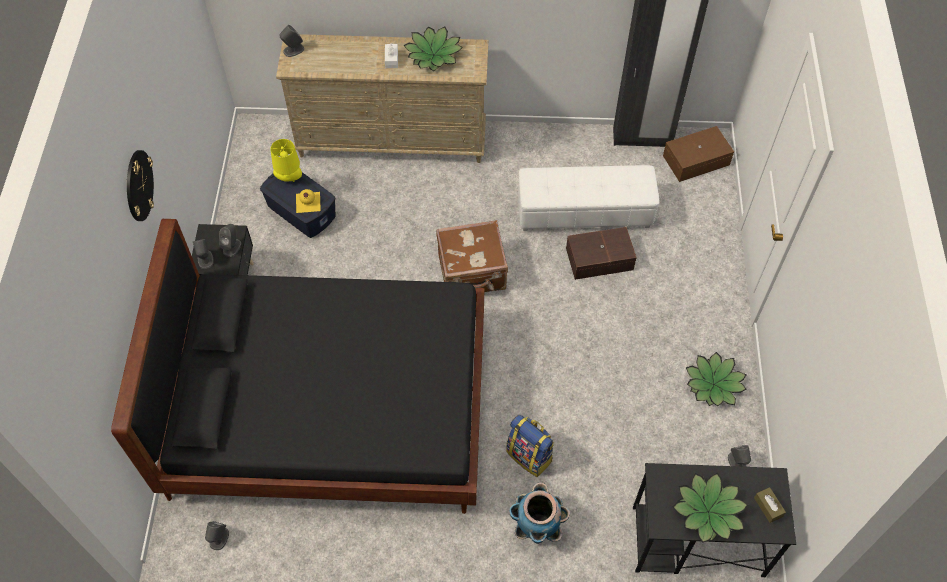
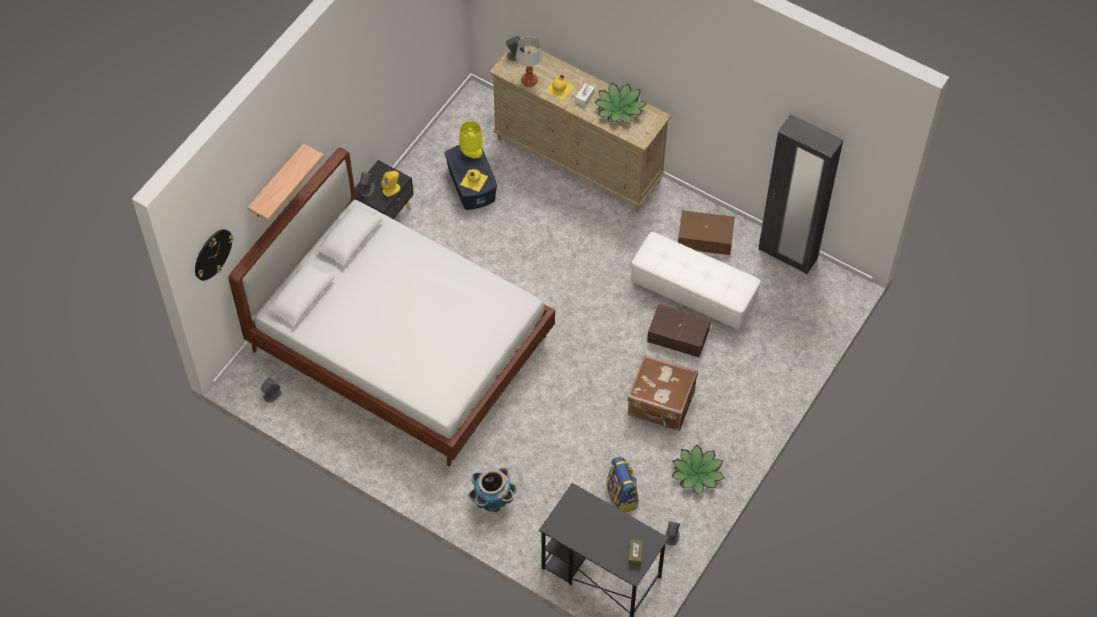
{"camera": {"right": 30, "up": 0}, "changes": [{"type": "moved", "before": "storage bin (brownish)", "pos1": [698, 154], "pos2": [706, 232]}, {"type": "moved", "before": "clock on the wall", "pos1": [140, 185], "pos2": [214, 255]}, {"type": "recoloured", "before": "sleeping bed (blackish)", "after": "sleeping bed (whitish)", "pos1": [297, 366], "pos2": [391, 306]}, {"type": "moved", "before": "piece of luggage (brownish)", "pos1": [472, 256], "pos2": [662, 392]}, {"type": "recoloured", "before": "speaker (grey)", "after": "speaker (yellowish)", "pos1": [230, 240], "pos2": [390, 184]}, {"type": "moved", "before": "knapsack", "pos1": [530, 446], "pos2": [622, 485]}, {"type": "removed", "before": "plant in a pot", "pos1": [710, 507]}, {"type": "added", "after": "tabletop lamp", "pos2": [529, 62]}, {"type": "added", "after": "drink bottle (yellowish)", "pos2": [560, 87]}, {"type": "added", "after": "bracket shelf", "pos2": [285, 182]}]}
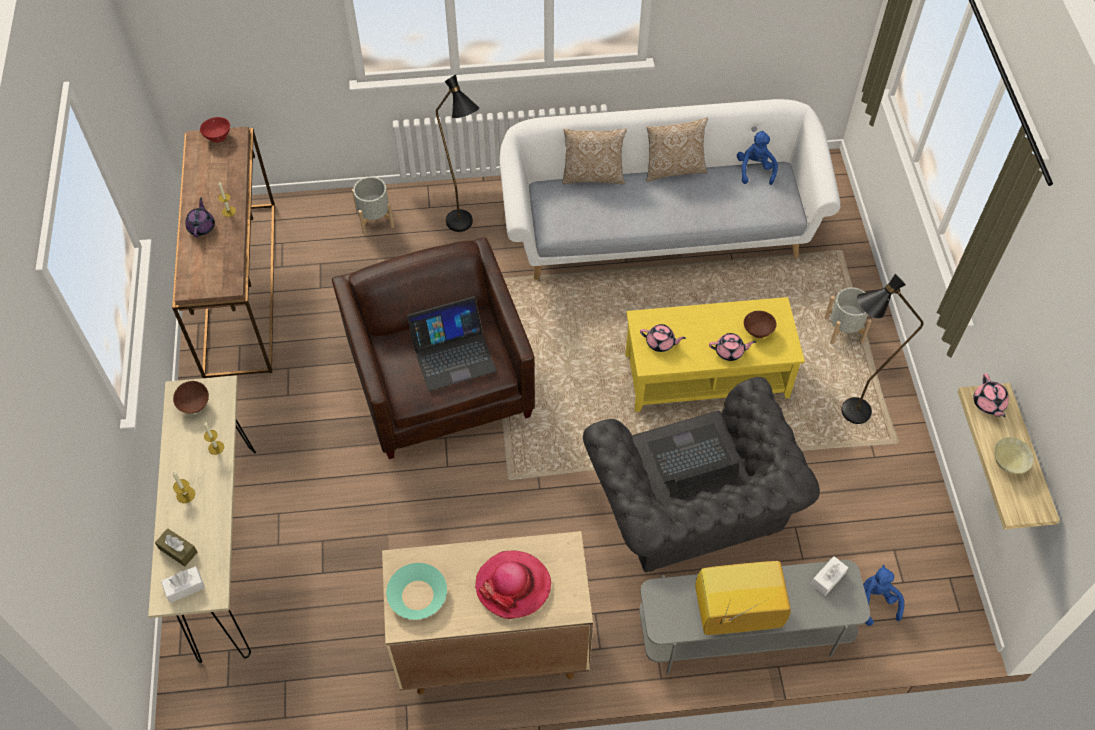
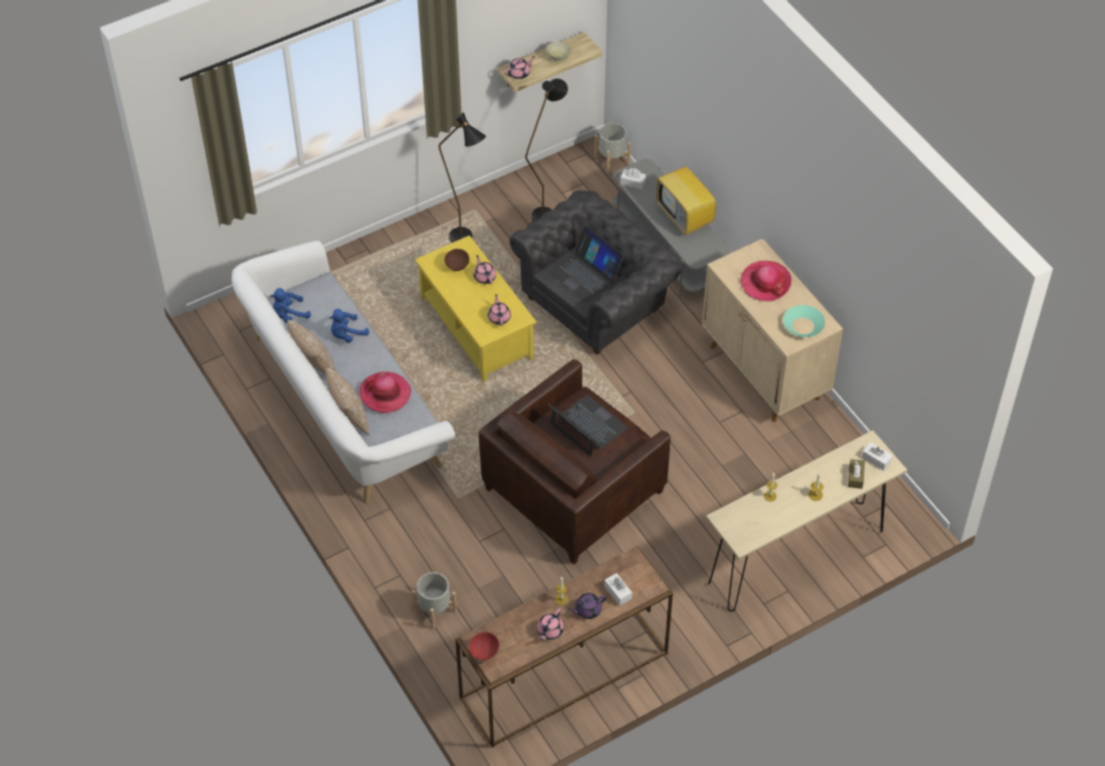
{"camera": {"right": -115, "up": -5}, "changes": [{"type": "moved", "before": "standard lamp (blackish)", "pos1": [457, 153], "pos2": [546, 150]}, {"type": "moved", "before": "flower pot (grey)", "pos1": [848, 315], "pos2": [613, 148]}, {"type": "removed", "before": "deep dish (brownish)", "pos1": [191, 397]}, {"type": "moved", "before": "cuddly toy (bluish)", "pos1": [883, 595], "pos2": [349, 326]}, {"type": "added", "after": "clothing hat", "pos2": [385, 392]}, {"type": "added", "after": "box of tissues (whitish)", "pos2": [618, 589]}, {"type": "added", "after": "pot for tea (pink)", "pos2": [550, 624]}]}
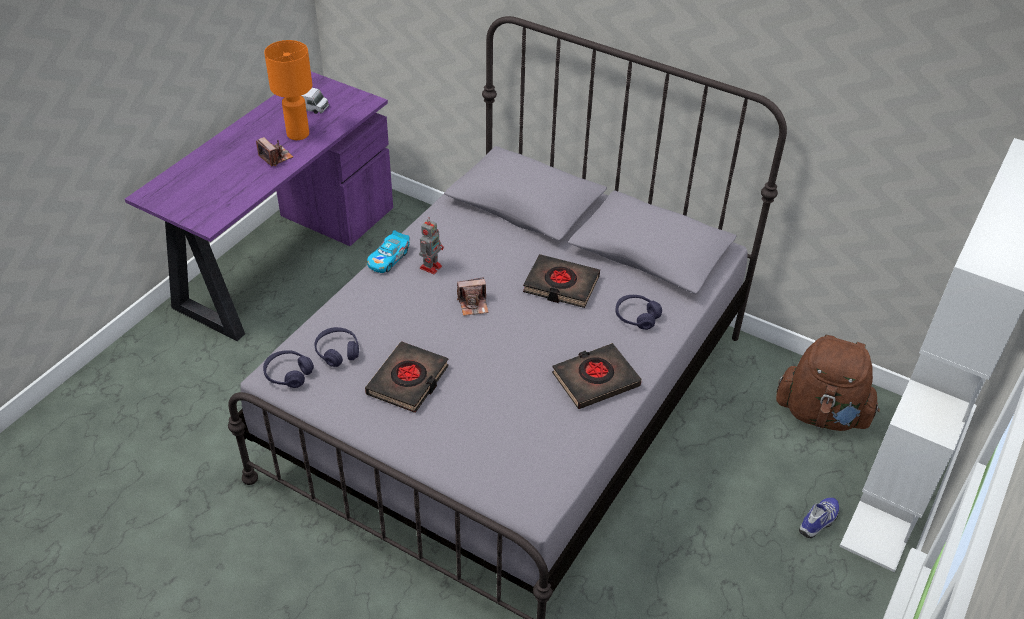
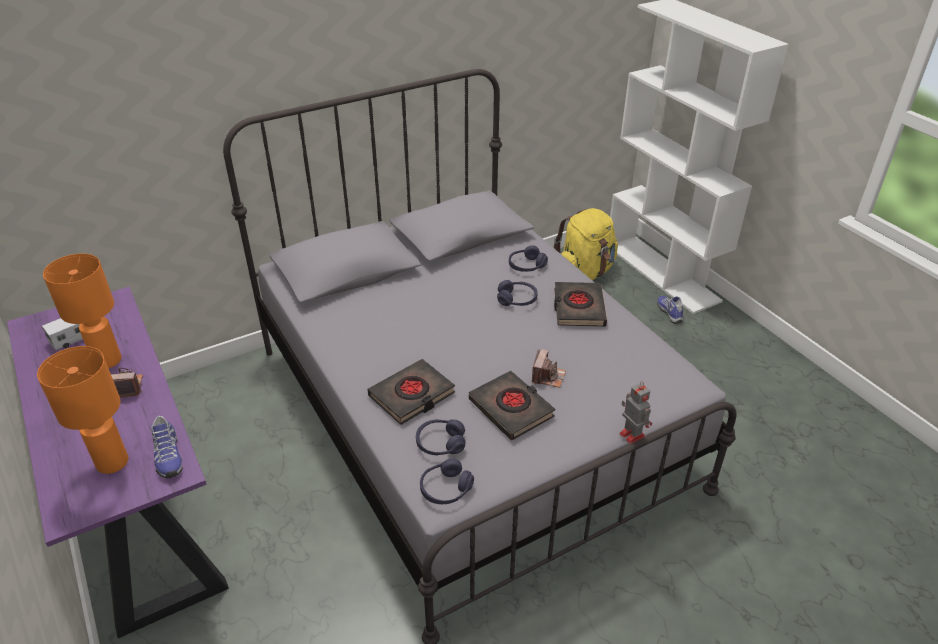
{"camera": {"right": -60, "up": -5}, "changes": [{"type": "moved", "before": "robot figure", "pos1": [431, 246], "pos2": [635, 412]}, {"type": "removed", "before": "model car", "pos1": [388, 251]}, {"type": "moved", "before": "book (blackish)", "pos1": [561, 281], "pos2": [411, 392]}, {"type": "moved", "before": "still camera", "pos1": [473, 296], "pos2": [549, 368]}, {"type": "recoloured", "before": "knapsack (brownish)", "after": "knapsack (yellowish)", "pos1": [828, 383], "pos2": [586, 244]}, {"type": "added", "after": "headphones (purple)", "pos2": [517, 293]}, {"type": "added", "after": "tabletop lamp (orangey)", "pos2": [82, 410]}, {"type": "added", "after": "low shoe", "pos2": [167, 447]}]}
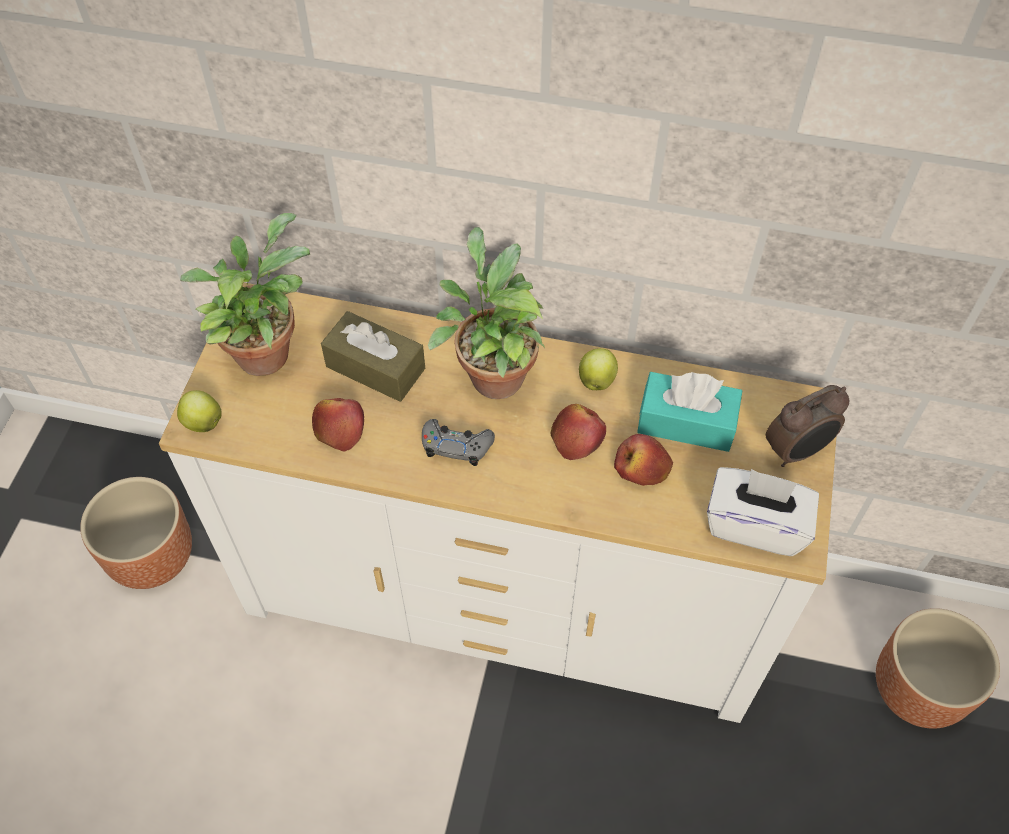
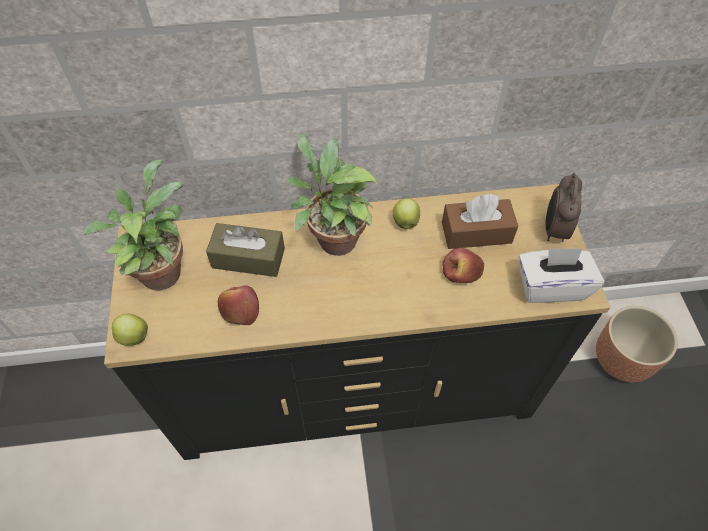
{"camera": {"right": -20, "up": 0}, "changes": [{"type": "recoloured", "before": "drawer chest (whitish)", "after": "drawer chest (blackish)", "pos1": [497, 502], "pos2": [357, 322]}, {"type": "recoloured", "before": "box of tissues (blue-green)", "after": "box of tissues (brownish)", "pos1": [689, 412], "pos2": [480, 221]}, {"type": "turned", "before": "bedside clock", "pos1": [807, 426], "pos2": [563, 207], "turn": 150}, {"type": "removed", "before": "apple fruit", "pos1": [578, 432]}, {"type": "removed", "before": "gamepad (grey)", "pos1": [458, 442]}, {"type": "removed", "before": "flower pot (brownish)", "pos1": [136, 533]}]}
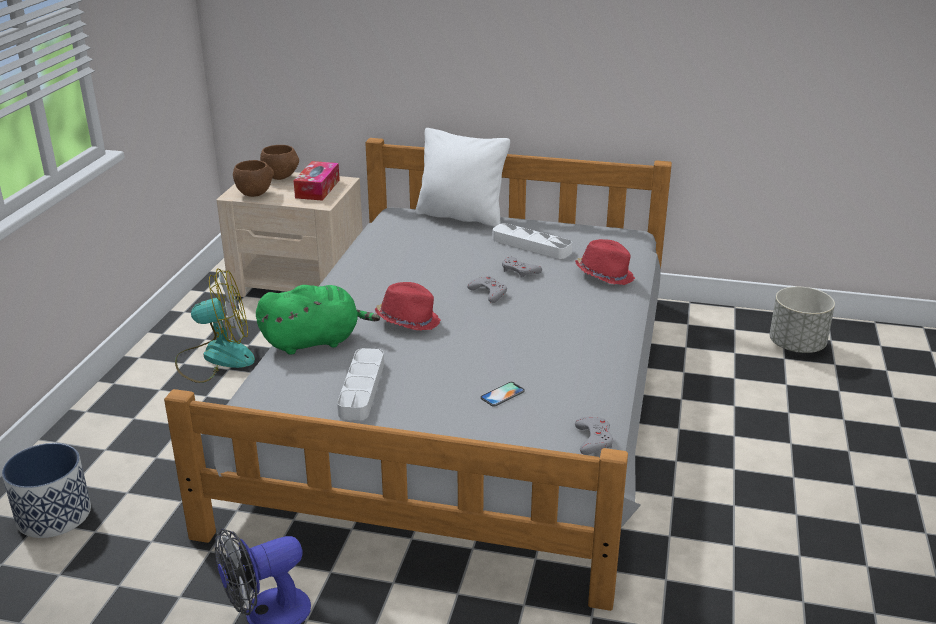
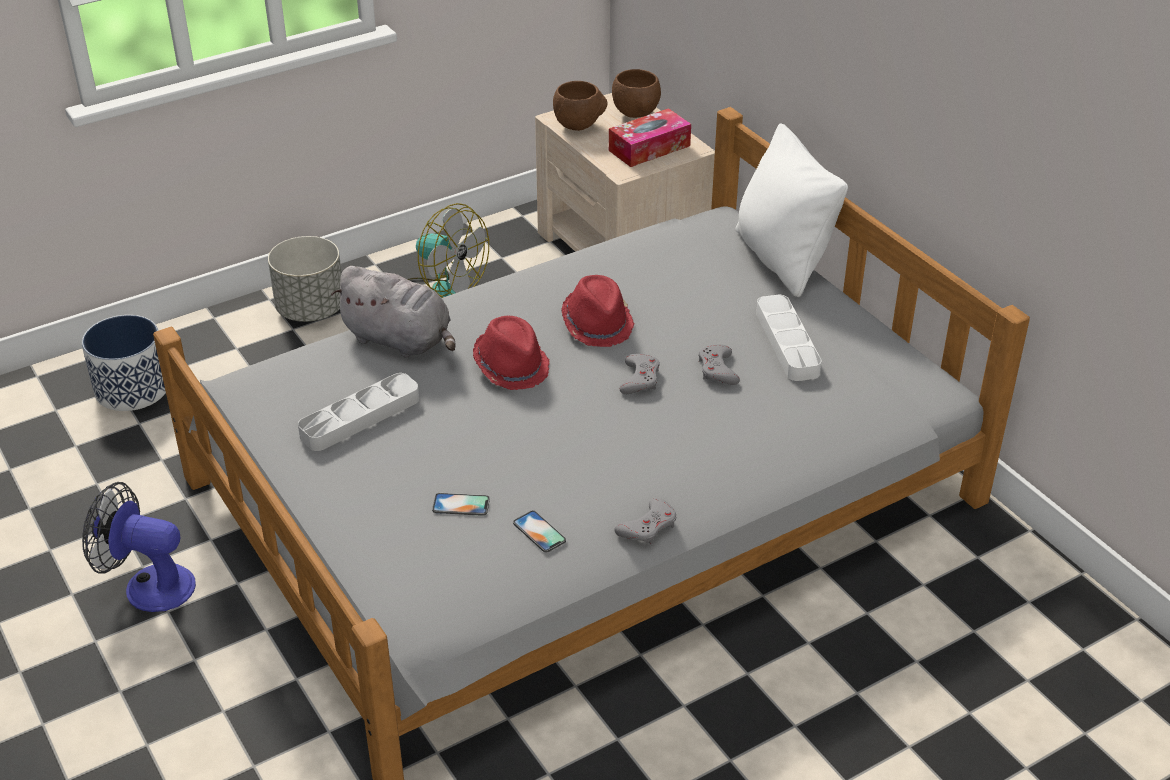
{"camera": {"right": 45, "up": 10}, "changes": [{"type": "moved", "before": "clothing hat (reddish)", "pos1": [605, 262], "pos2": [598, 311]}, {"type": "recoloured", "before": "cuddly toy (greenish)", "after": "cuddly toy (grey)", "pos1": [318, 320], "pos2": [393, 312]}, {"type": "moved", "before": "flower pot (grey)", "pos1": [802, 320], "pos2": [305, 279]}, {"type": "moved", "before": "gamepad (grey)", "pos1": [594, 436], "pos2": [645, 521]}, {"type": "added", "after": "phone", "pos2": [539, 531]}]}
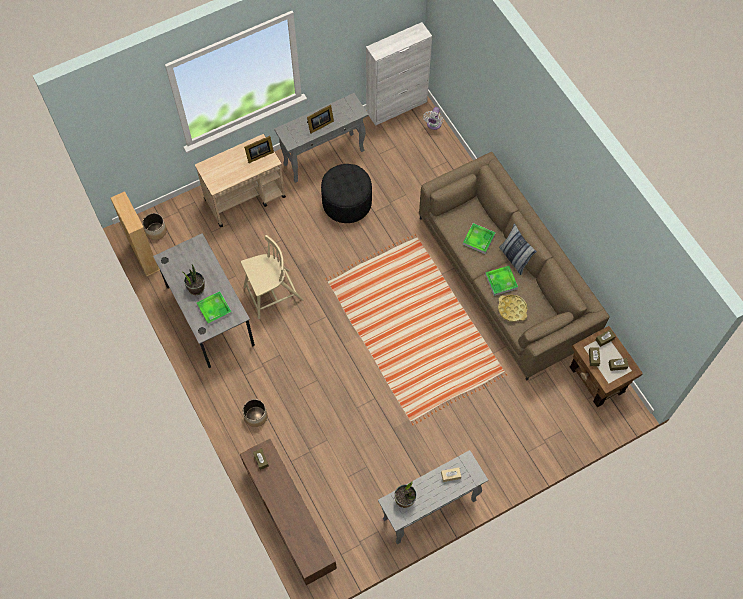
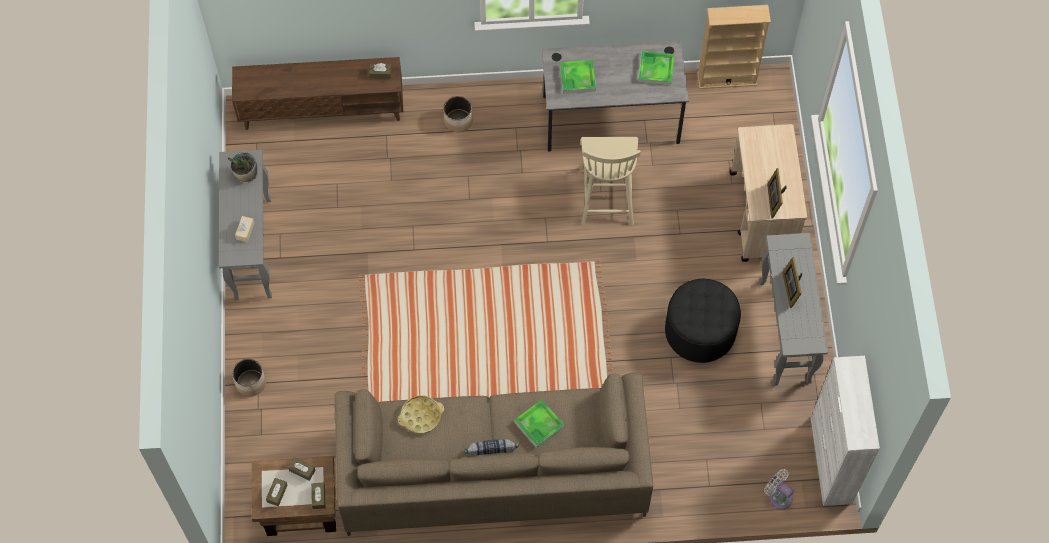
{"camera": {"right": 115, "up": 0}, "changes": [{"type": "moved", "before": "flower pot", "pos1": [154, 226], "pos2": [249, 377]}, {"type": "removed", "before": "plant in a pot", "pos1": [194, 280]}, {"type": "moved", "before": "carrying tray", "pos1": [501, 281], "pos2": [656, 68]}]}
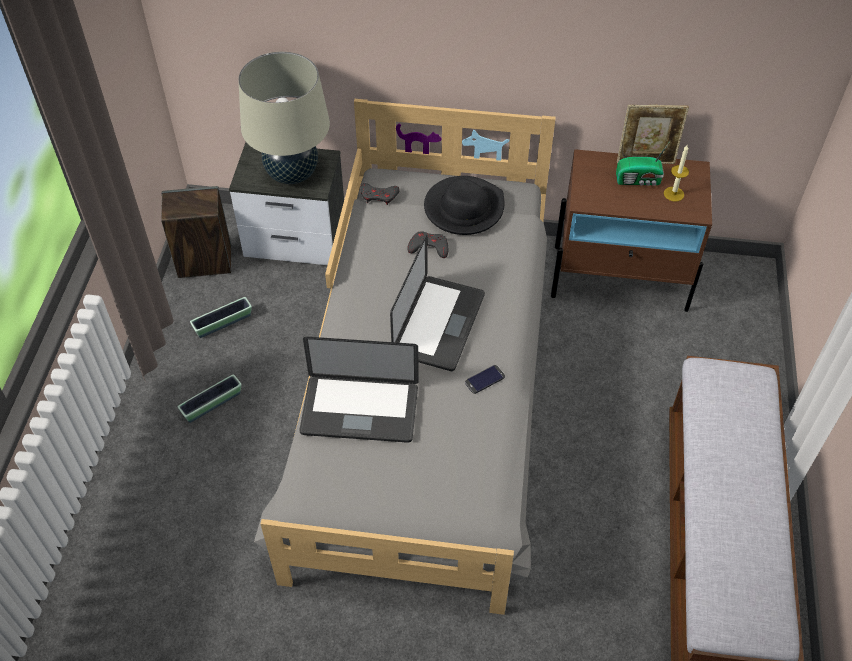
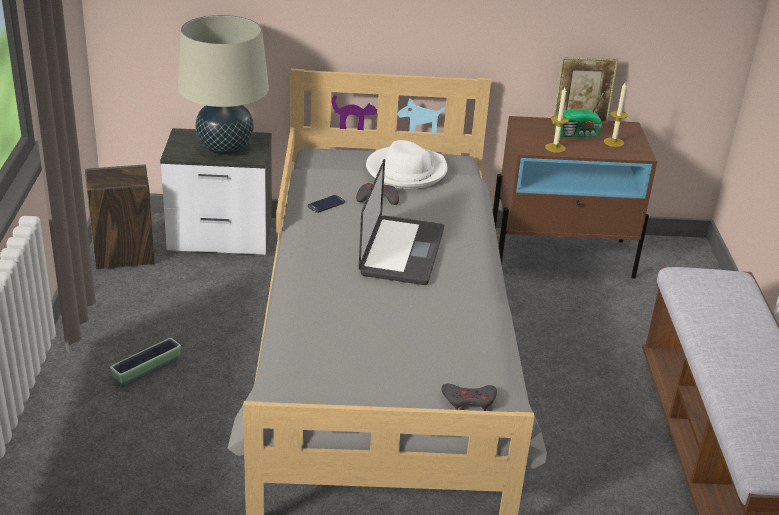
{"camera": {"right": -10, "up": -20}, "changes": [{"type": "recoloured", "before": "clothing hat (blackish)", "after": "clothing hat (whitish)", "pos1": [464, 205], "pos2": [406, 164]}, {"type": "moved", "before": "gamepad (grey)", "pos1": [380, 194], "pos2": [469, 397]}, {"type": "removed", "before": "flower pot", "pos1": [221, 317]}, {"type": "removed", "before": "portable computer", "pos1": [359, 390]}, {"type": "moved", "before": "phone", "pos1": [485, 379], "pos2": [326, 204]}, {"type": "added", "after": "candle", "pos2": [557, 120]}]}
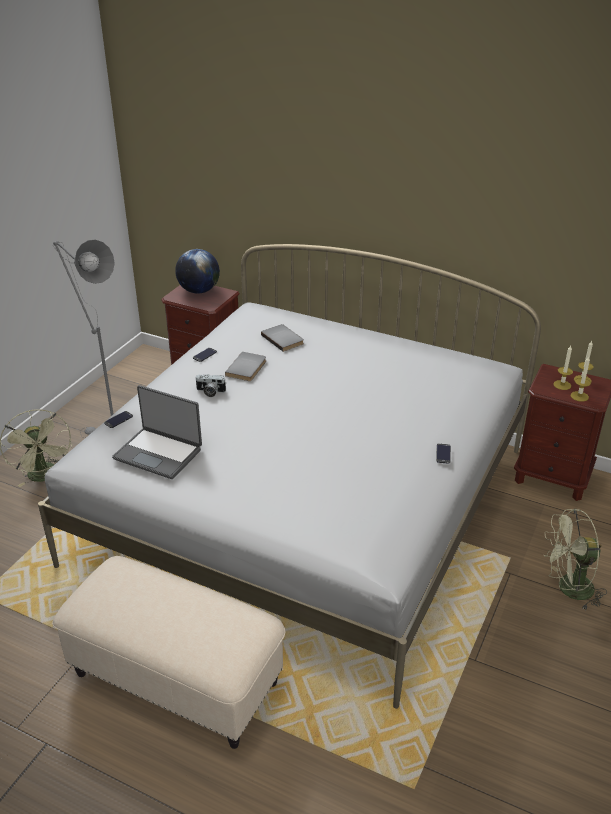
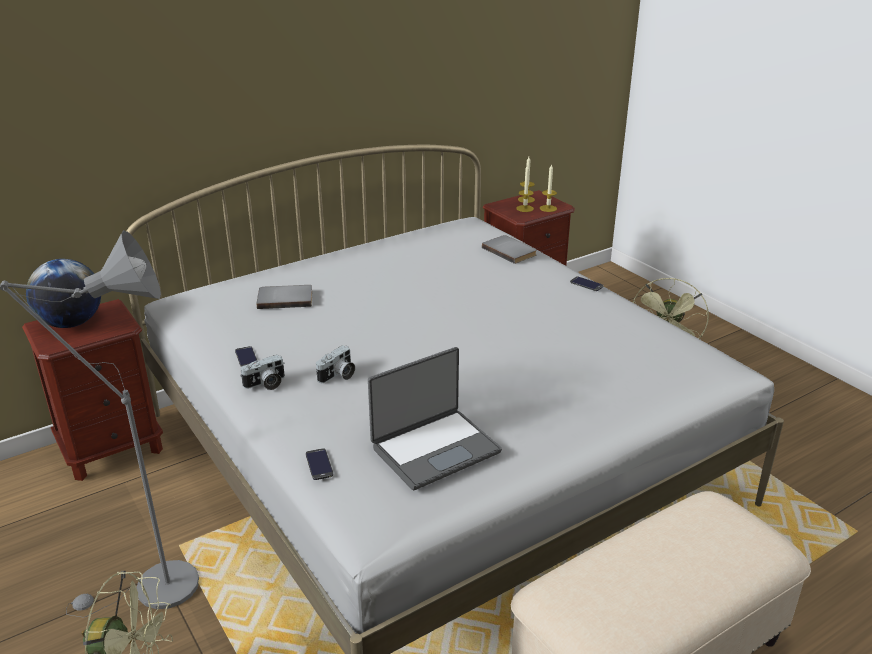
{"camera": {"right": -60, "up": -5}, "changes": [{"type": "moved", "before": "book (grey)", "pos1": [245, 366], "pos2": [509, 249]}, {"type": "added", "after": "still camera", "pos2": [262, 372]}]}
